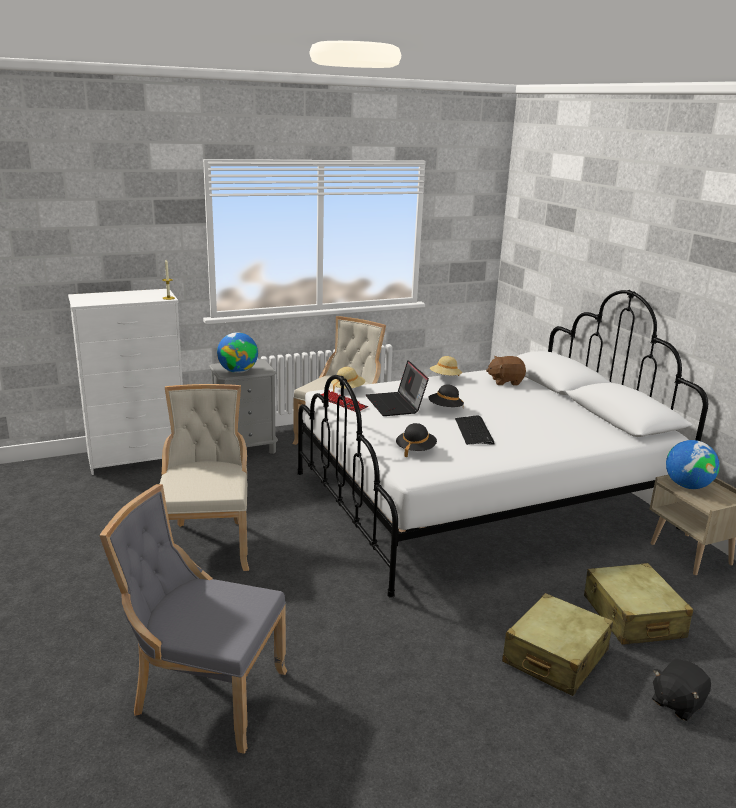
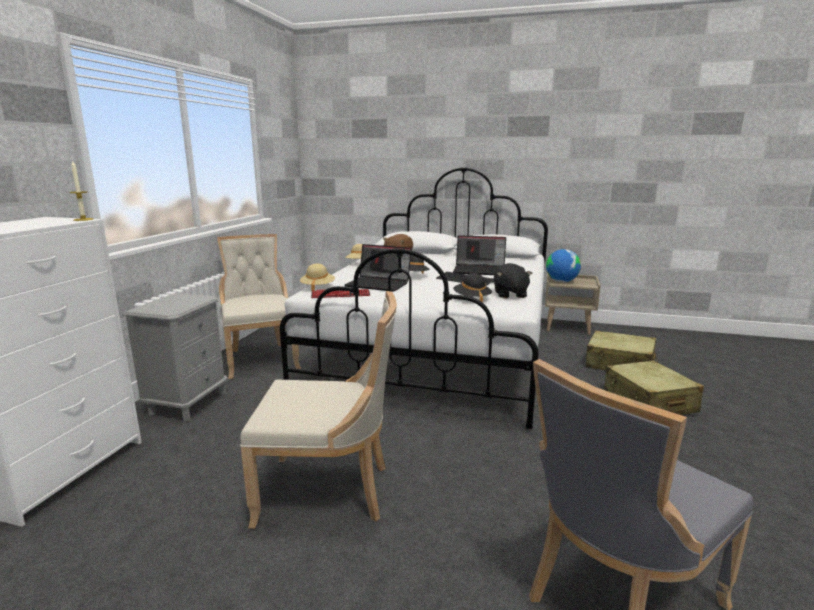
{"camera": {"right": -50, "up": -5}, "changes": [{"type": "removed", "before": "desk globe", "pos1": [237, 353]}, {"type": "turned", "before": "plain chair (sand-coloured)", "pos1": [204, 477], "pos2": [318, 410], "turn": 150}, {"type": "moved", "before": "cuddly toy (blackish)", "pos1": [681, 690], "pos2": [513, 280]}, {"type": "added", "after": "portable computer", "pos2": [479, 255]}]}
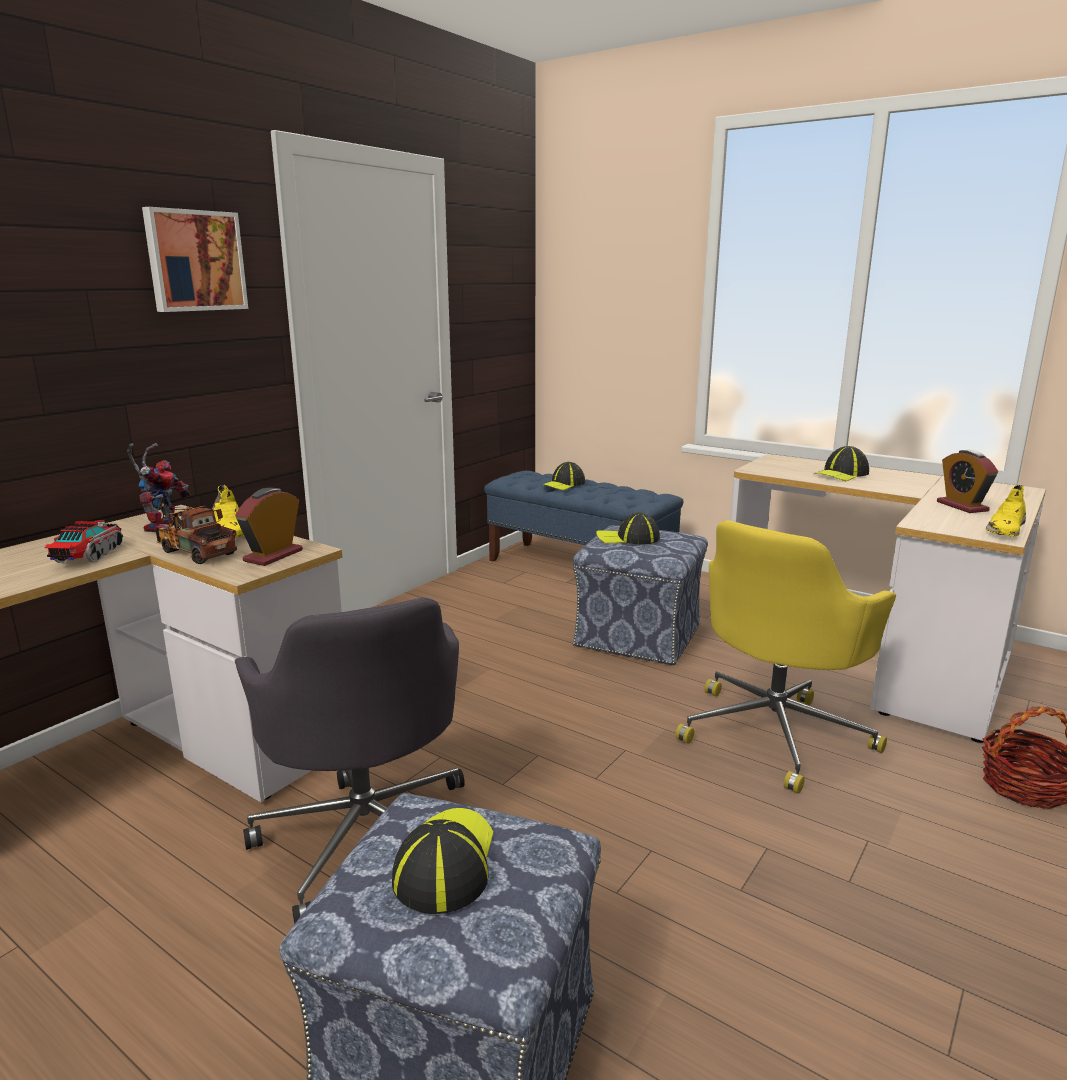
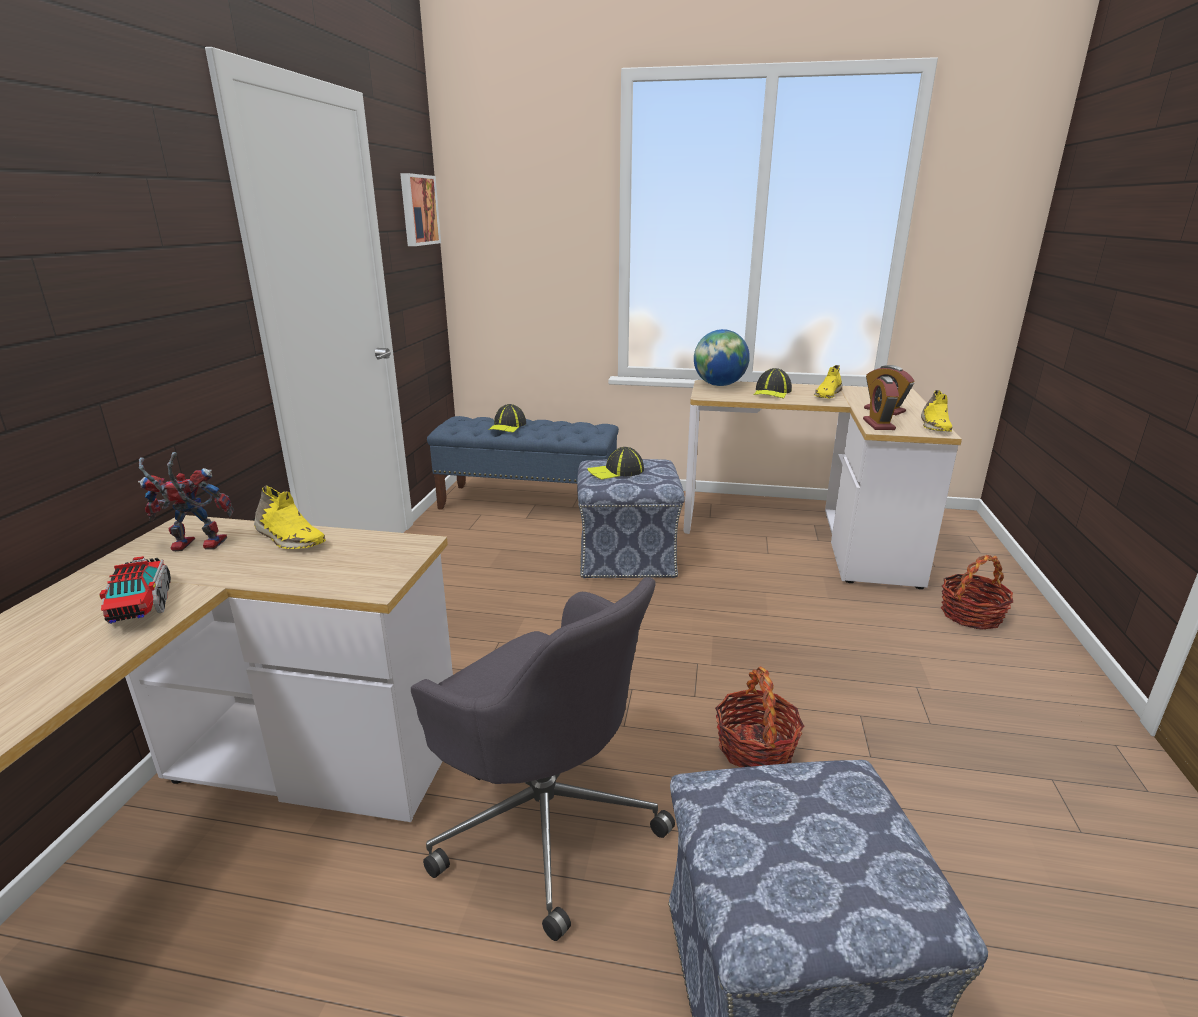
{"camera": {"right": -25, "up": 5}, "changes": [{"type": "moved", "before": "picture", "pos1": [195, 259], "pos2": [420, 209]}, {"type": "turned", "before": "robot figure", "pos1": [159, 488], "pos2": [186, 501], "turn": -75}, {"type": "moved", "before": "bedside clock", "pos1": [269, 527], "pos2": [881, 403]}, {"type": "removed", "before": "toy truck", "pos1": [196, 533]}, {"type": "removed", "before": "desk chair (yellowish)", "pos1": [785, 657]}, {"type": "removed", "before": "baseball cap", "pos1": [443, 861]}, {"type": "added", "after": "desk globe", "pos2": [722, 357]}, {"type": "added", "after": "low shoe (yellowish)", "pos2": [828, 381]}, {"type": "added", "after": "basket", "pos2": [760, 717]}]}
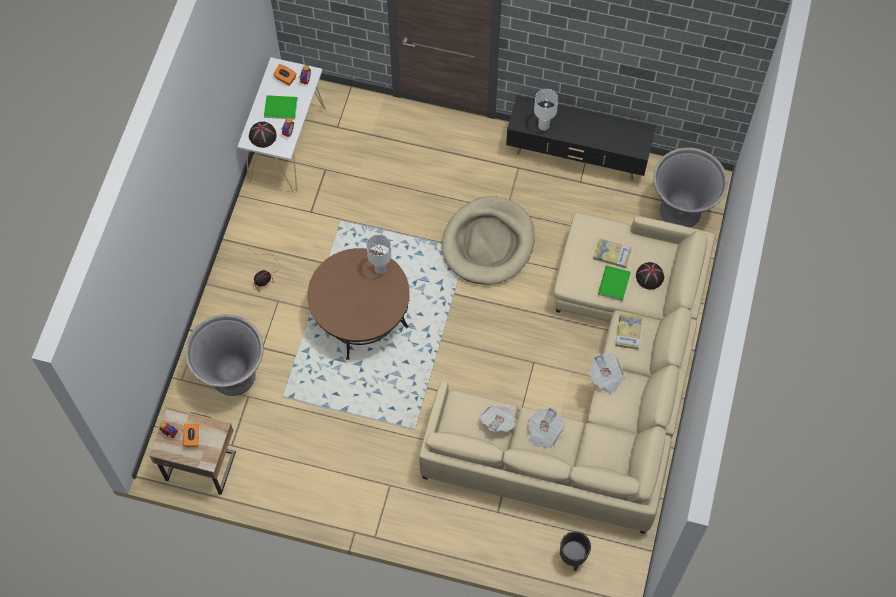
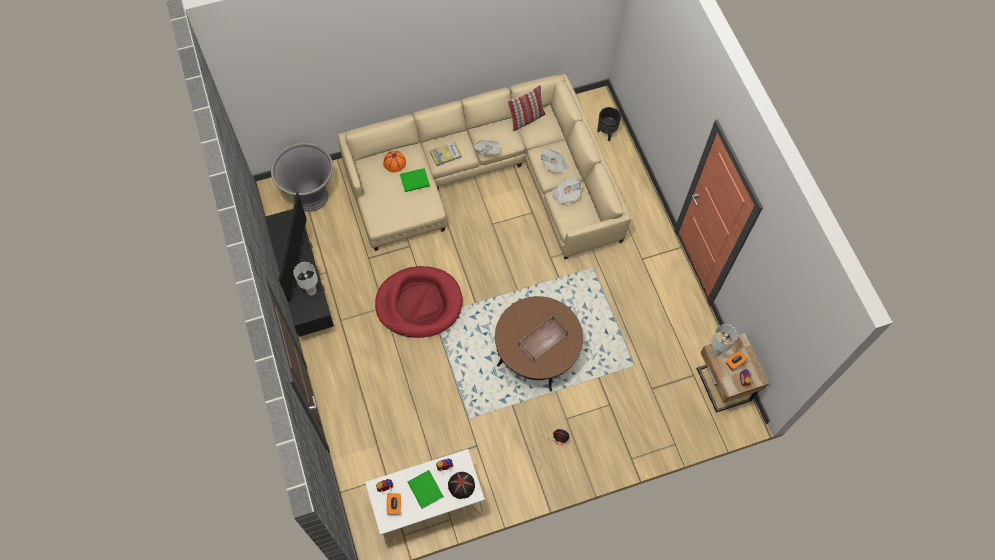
{"camera": {"right": -125, "up": 0}, "changes": [{"type": "recoloured", "before": "dog bed (sand-coloured)", "after": "dog bed (reddish)", "pos1": [488, 240], "pos2": [419, 302]}, {"type": "moved", "before": "tabletop lamp (whitish)", "pos1": [378, 254], "pos2": [724, 340]}, {"type": "removed", "before": "book", "pos1": [612, 253]}, {"type": "recoloured", "before": "clothing hat (blackish)", "after": "clothing hat (orangey)", "pos1": [650, 275], "pos2": [394, 161]}, {"type": "removed", "before": "flower pot (grey)", "pos1": [224, 355]}, {"type": "added", "after": "throw pillow", "pos2": [526, 108]}, {"type": "added", "after": "TV", "pos2": [293, 247]}, {"type": "added", "after": "carrying tray (brownish)", "pos2": [543, 338]}]}
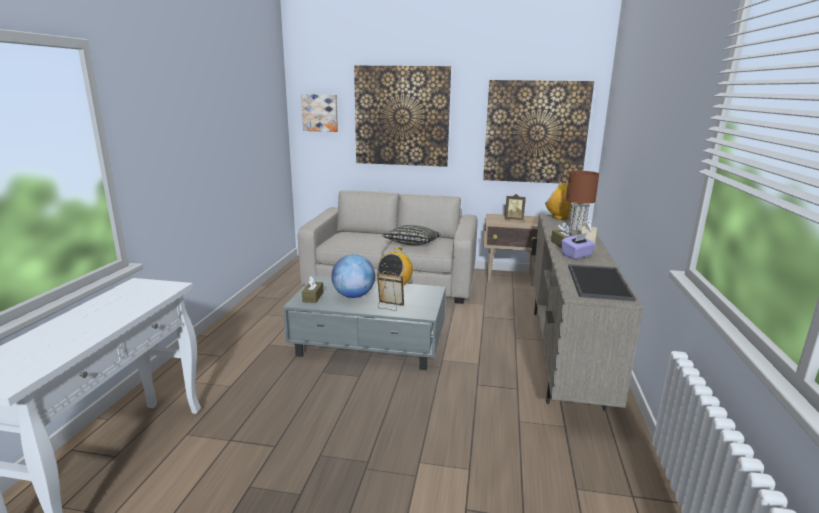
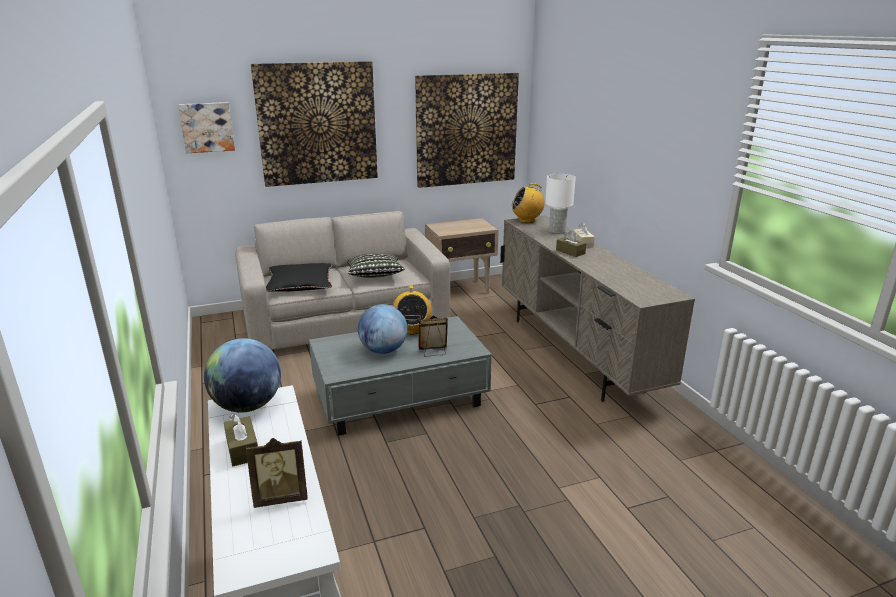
{"camera": {"right": -30, "up": 5}, "changes": [{"type": "recoloured", "before": "tabletop lamp (brownish)", "after": "tabletop lamp (whitish)", "pos1": [582, 201], "pos2": [560, 204]}, {"type": "moved", "before": "photo frame", "pos1": [515, 207], "pos2": [277, 473]}, {"type": "removed", "before": "box of tissues (purple)", "pos1": [578, 246]}, {"type": "removed", "before": "carrying tray", "pos1": [602, 282]}, {"type": "moved", "before": "box of tissues (brownish)", "pos1": [313, 289], "pos2": [241, 440]}, {"type": "added", "after": "throw pillow (blackish)", "pos2": [299, 277]}, {"type": "added", "after": "desk globe", "pos2": [242, 375]}]}
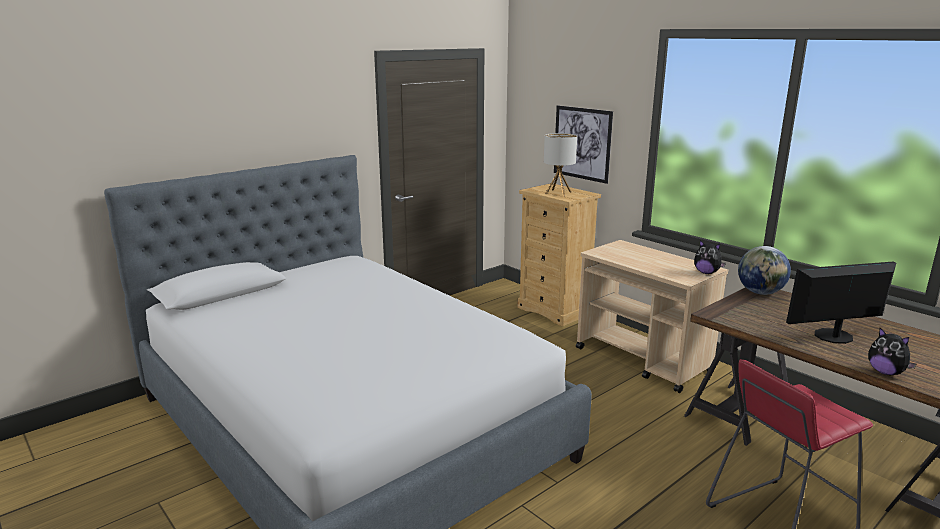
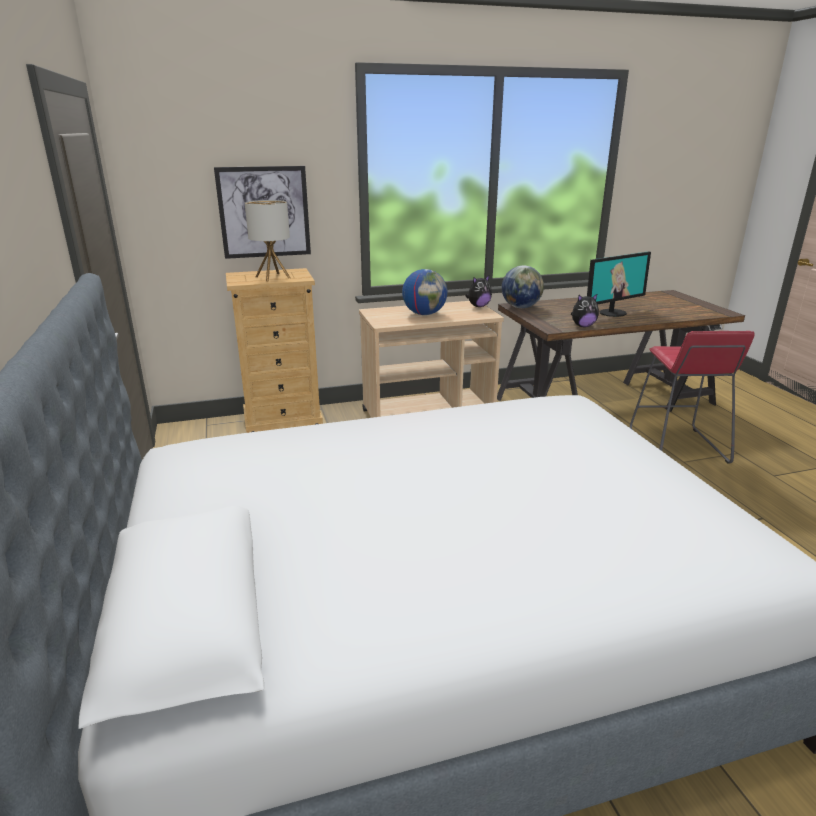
{"camera": {"right": -65, "up": 5}, "changes": [{"type": "turned", "before": "computer screen", "pos1": [841, 303], "pos2": [619, 284], "turn": -135}, {"type": "moved", "before": "cuddly toy", "pos1": [892, 351], "pos2": [585, 310]}, {"type": "added", "after": "desk globe", "pos2": [425, 292]}]}
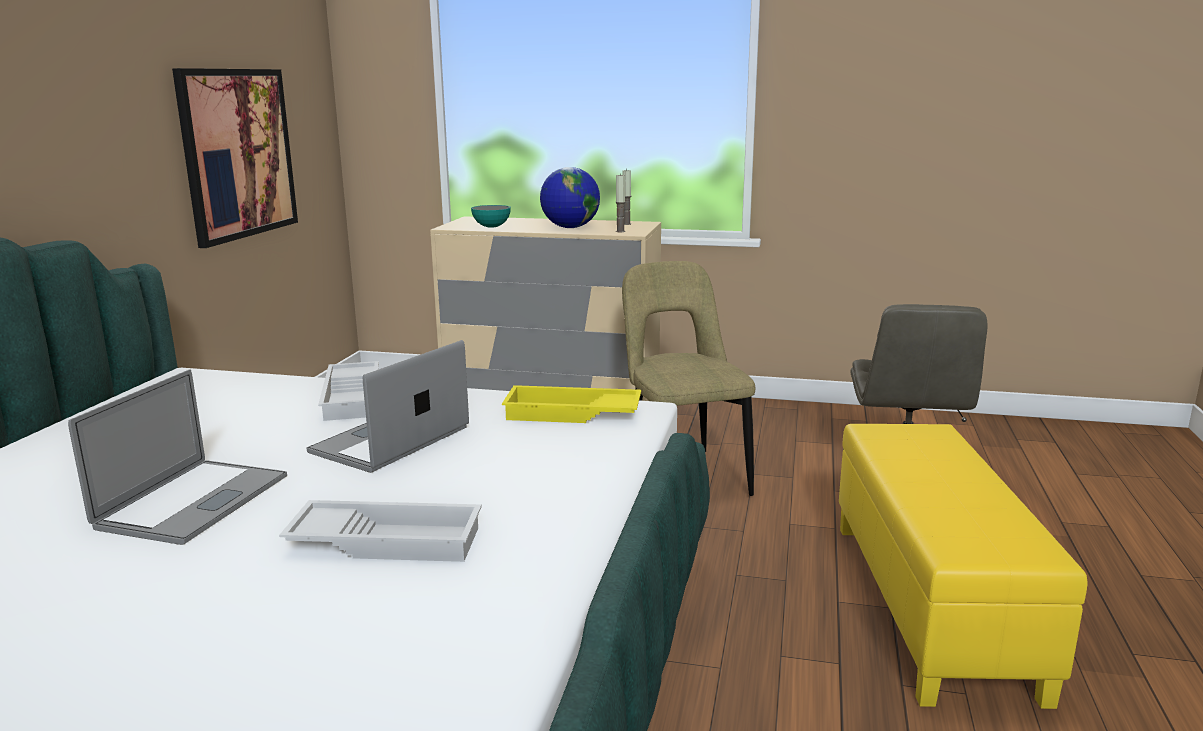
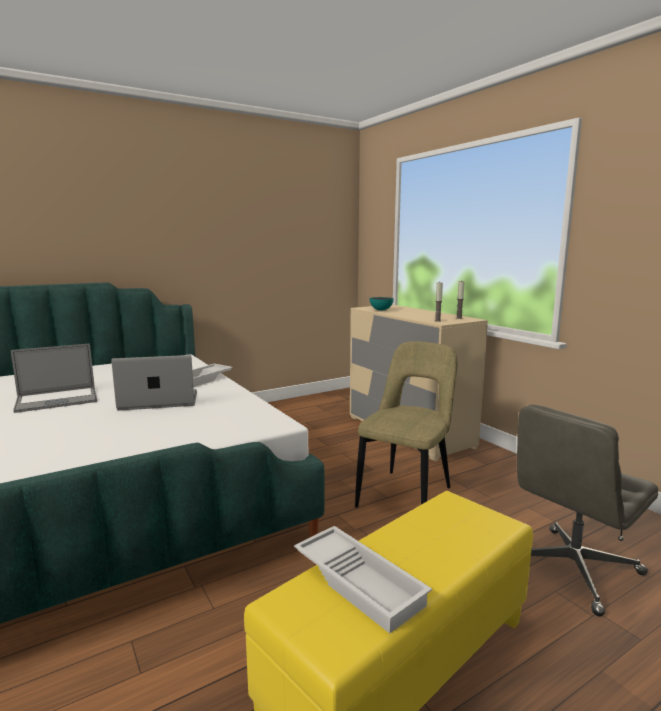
{"camera": {"right": 45, "up": -5}, "changes": [{"type": "removed", "before": "picture", "pos1": [235, 158]}, {"type": "removed", "before": "desk globe", "pos1": [570, 197]}, {"type": "removed", "before": "carrying tray (yellowish)", "pos1": [571, 404]}, {"type": "moved", "before": "carrying tray (whitish)", "pos1": [380, 531], "pos2": [363, 579]}]}
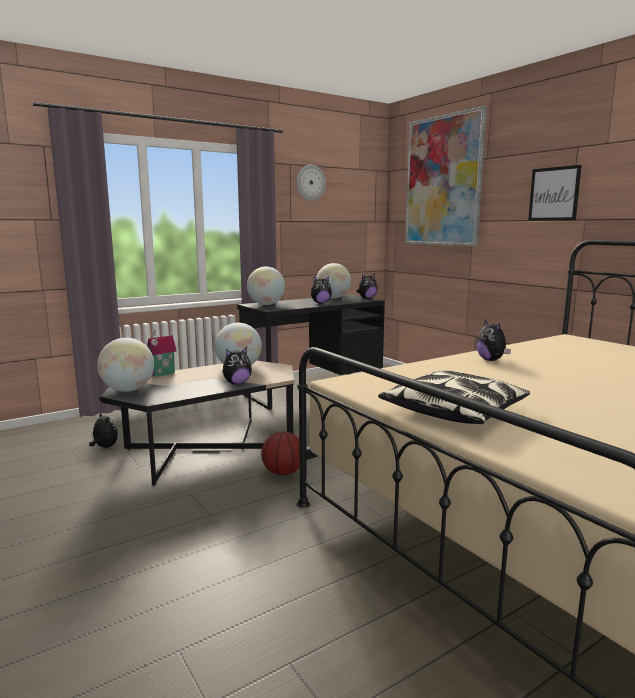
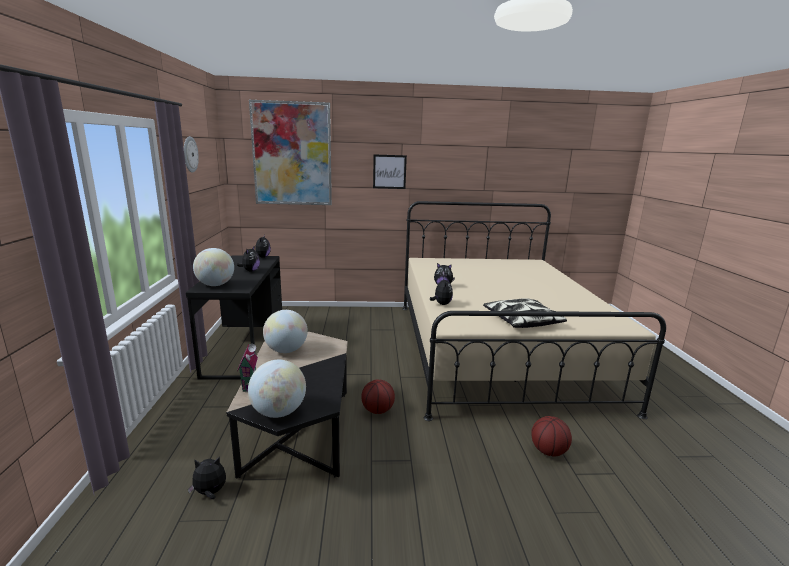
{"camera": {"right": -60, "up": 5}, "changes": [{"type": "removed", "before": "desk globe", "pos1": [334, 281]}, {"type": "moved", "before": "cuddly toy", "pos1": [237, 365], "pos2": [441, 291]}, {"type": "added", "after": "ball for basketball", "pos2": [551, 436]}]}
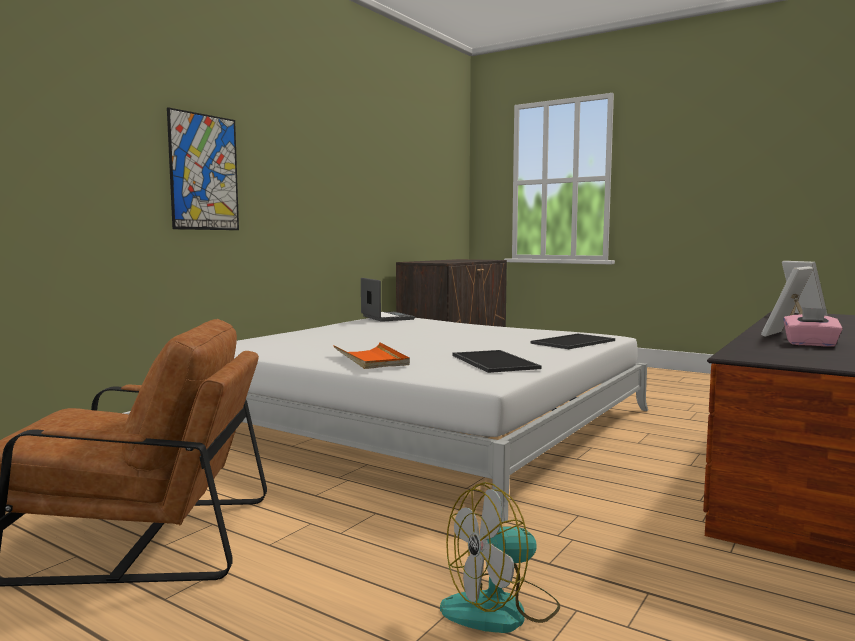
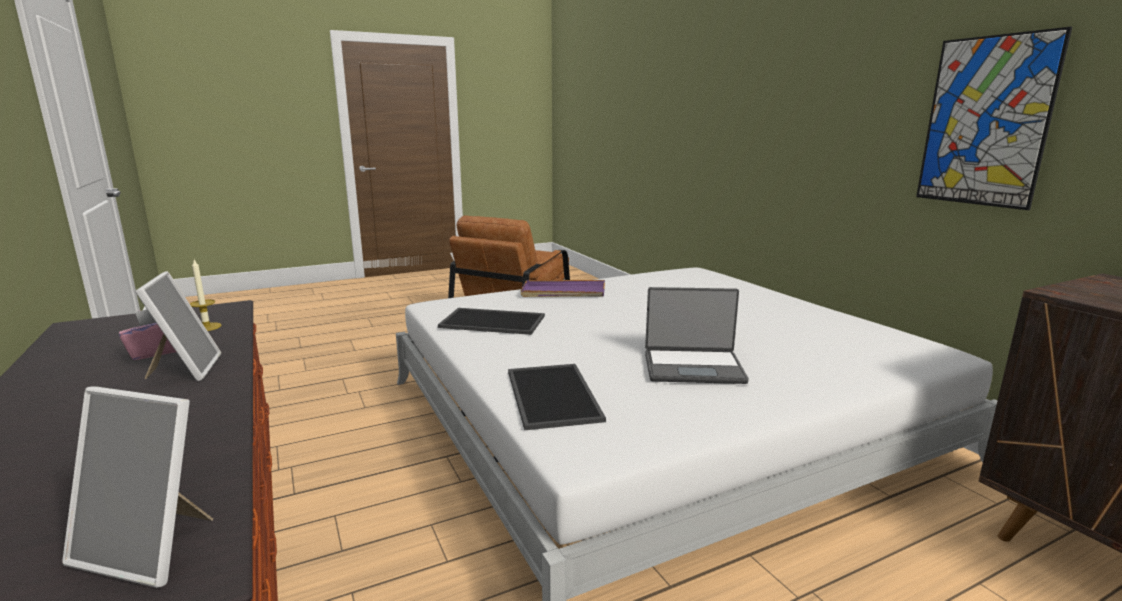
{"camera": {"right": 120, "up": 10}, "changes": [{"type": "moved", "before": "picture", "pos1": [203, 168], "pos2": [994, 118]}, {"type": "moved", "before": "portable computer", "pos1": [388, 300], "pos2": [697, 335]}, {"type": "recoloured", "before": "carrying tray (orangey)", "after": "carrying tray (purple)", "pos1": [371, 355], "pos2": [563, 288]}, {"type": "removed", "before": "cooling fan", "pos1": [500, 557]}, {"type": "added", "after": "candle", "pos2": [206, 295]}]}
